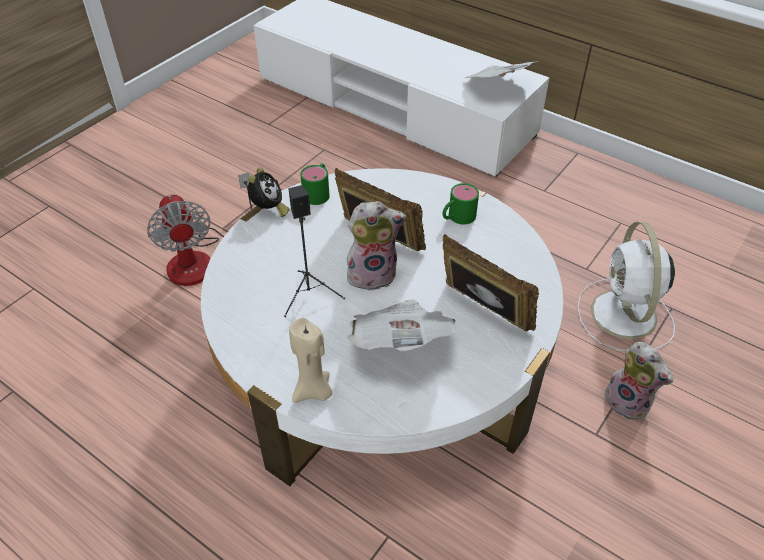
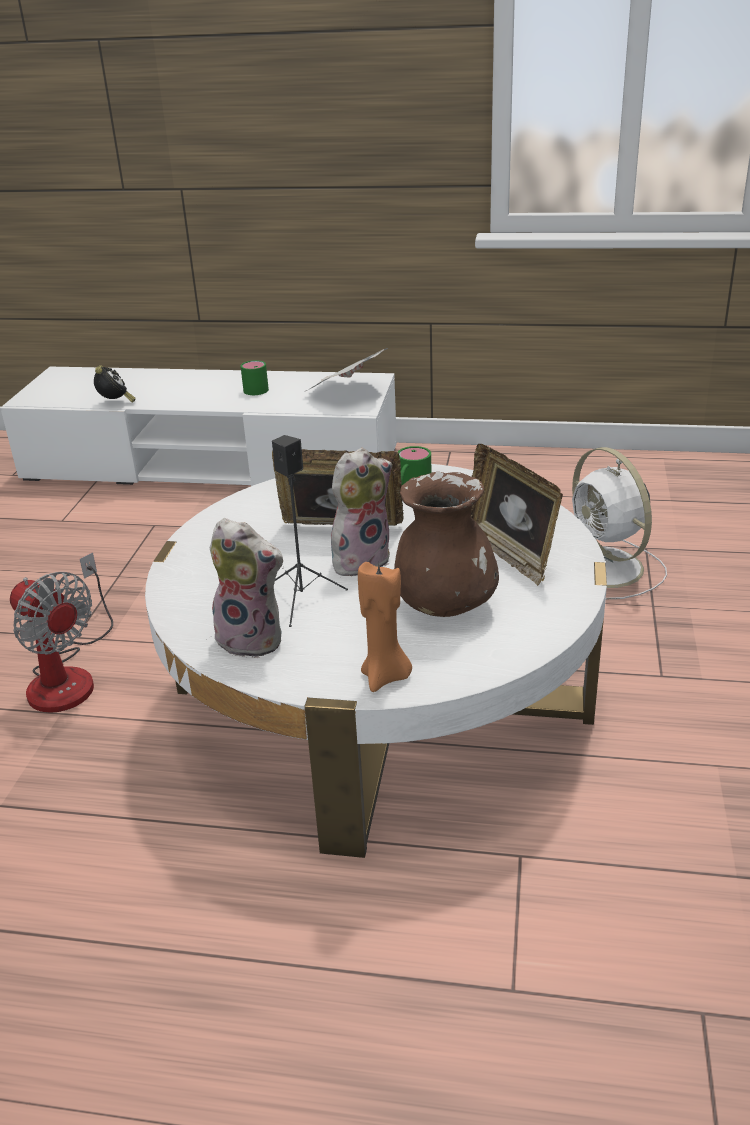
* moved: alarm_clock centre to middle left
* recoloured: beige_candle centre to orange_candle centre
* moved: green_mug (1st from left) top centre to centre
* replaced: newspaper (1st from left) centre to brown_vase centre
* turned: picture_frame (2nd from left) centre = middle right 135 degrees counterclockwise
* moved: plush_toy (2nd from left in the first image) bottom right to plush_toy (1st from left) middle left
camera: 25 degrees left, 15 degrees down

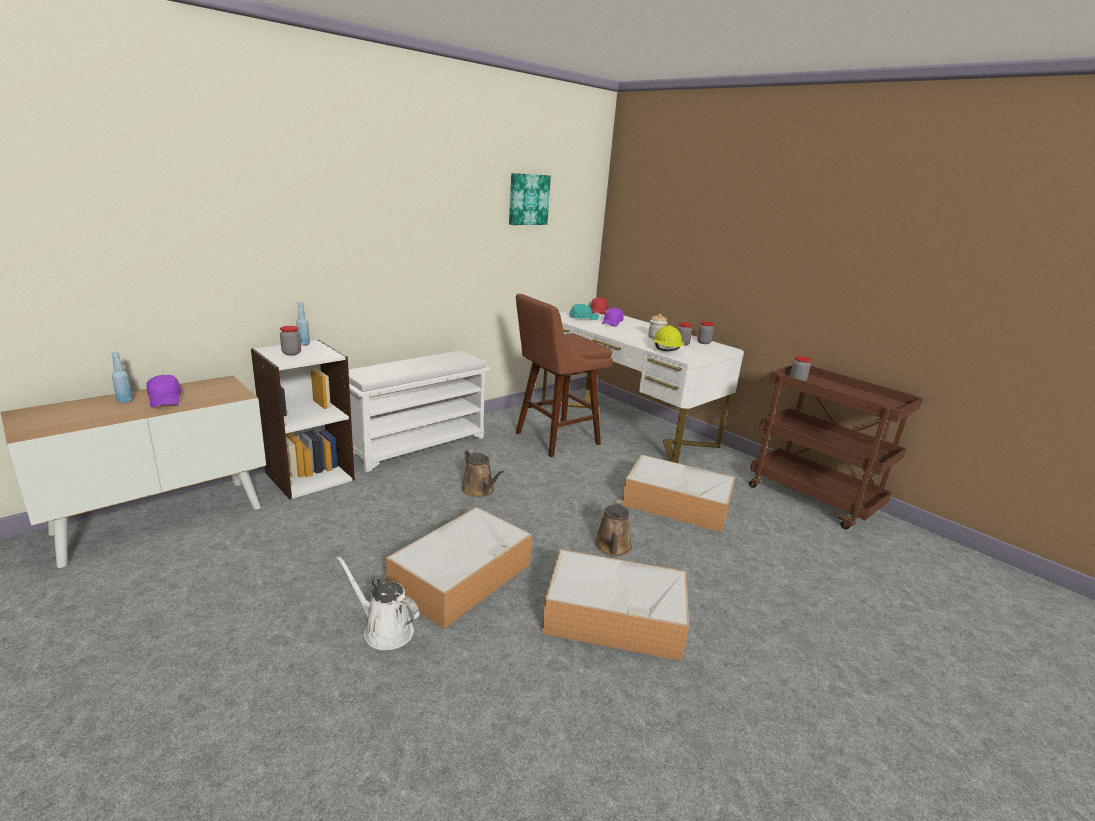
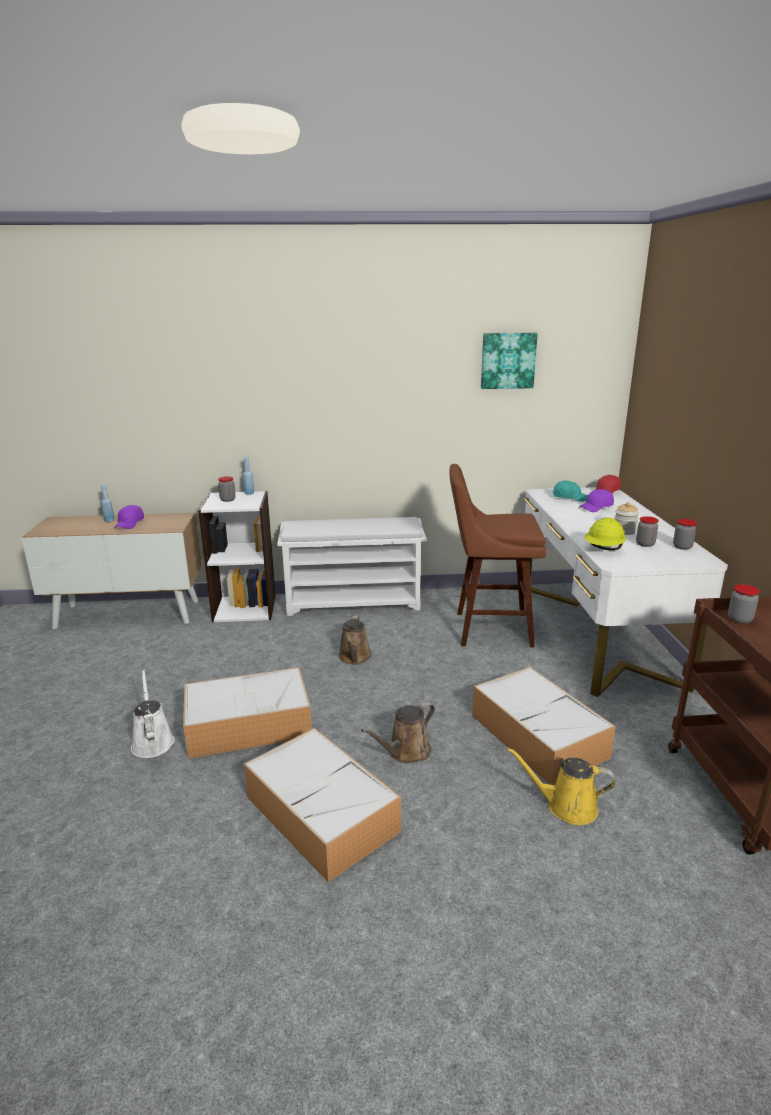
* added: yellow_watering_can bottom right
camera: 40 degrees right, 0 degrees up

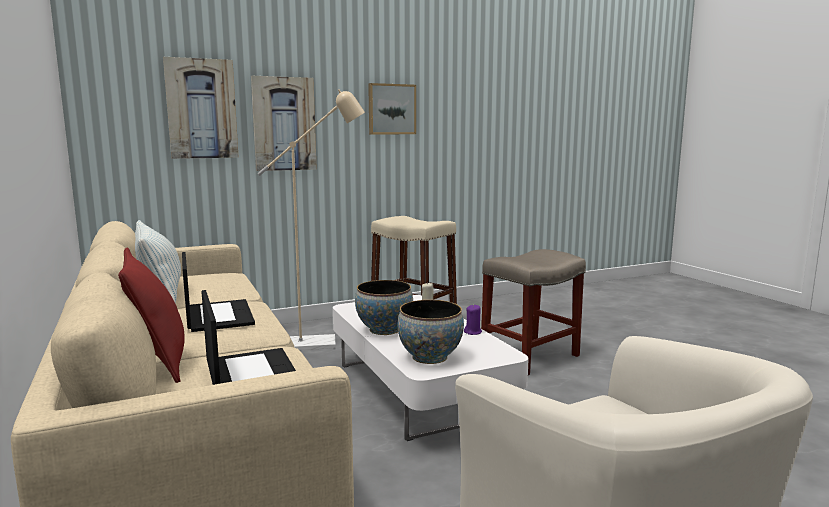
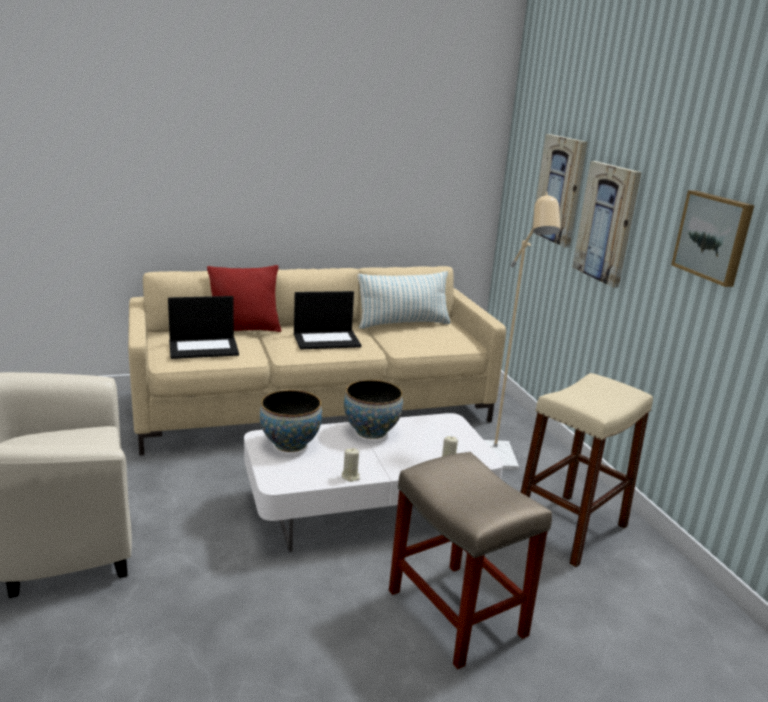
* recoloured: purple_candle centre to beige_candle (1st from left) centre
camera: 95 degrees right, 10 degrees up

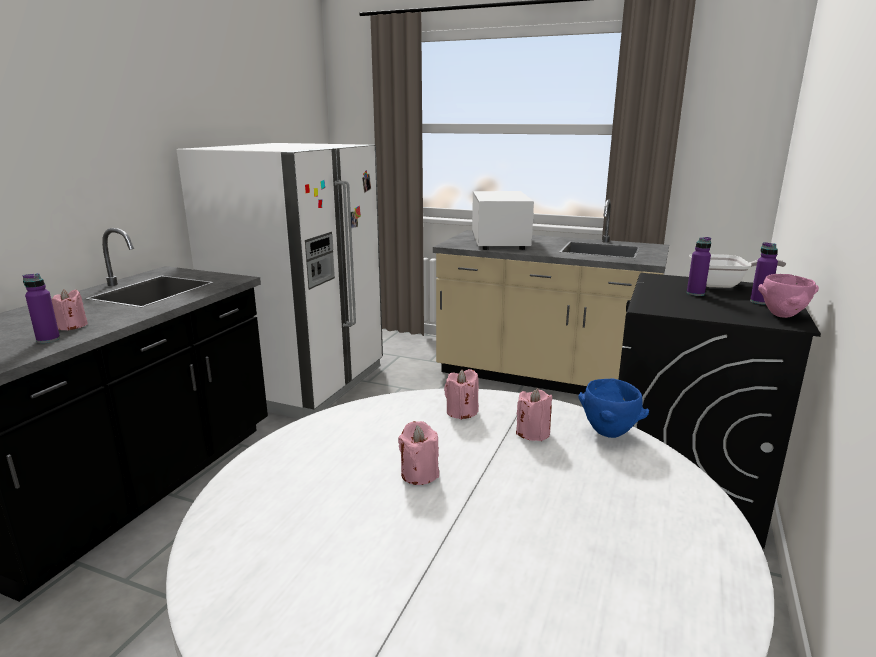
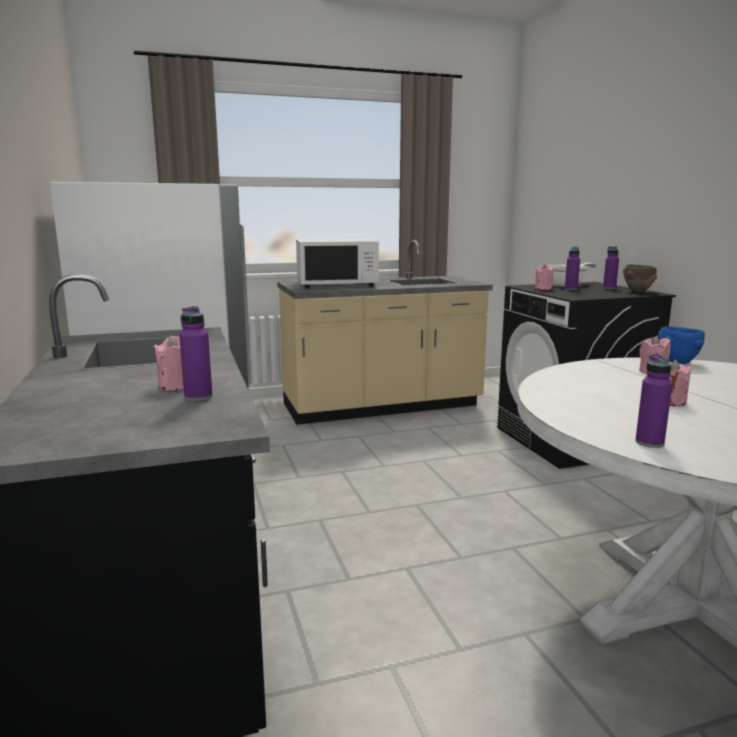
* moved: pink_candle (3rd from left in the first image) centre to pink_candle (2nd from left) middle right
* turned: white_microwave centre = centre 120 degrees clockwise
* recoloured: pink_bowl middle right to brown_bowl middle right
* added: purple_bottle (4th from left) middle right
camera: 40 degrees left, 5 degrees down

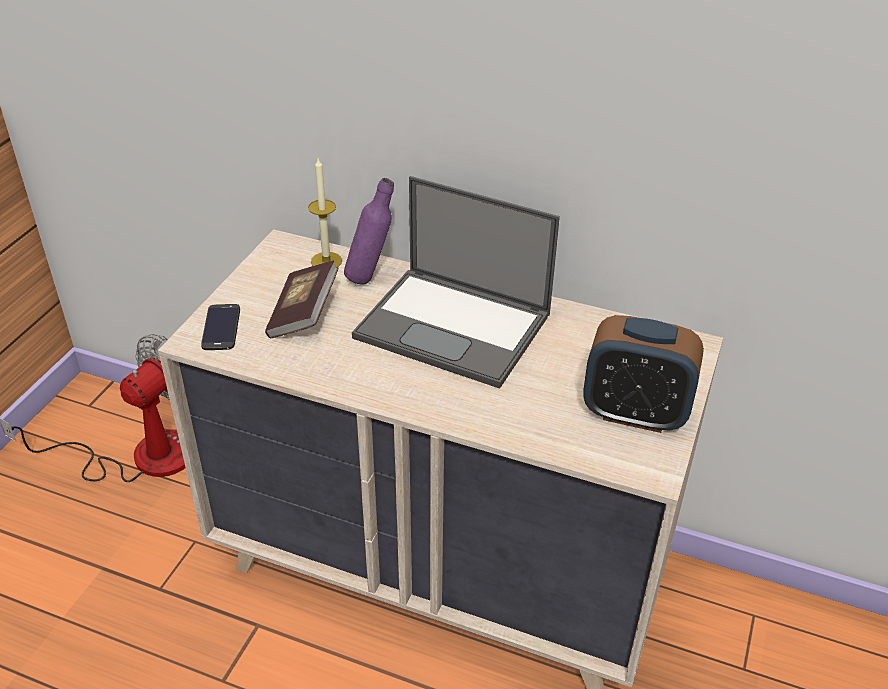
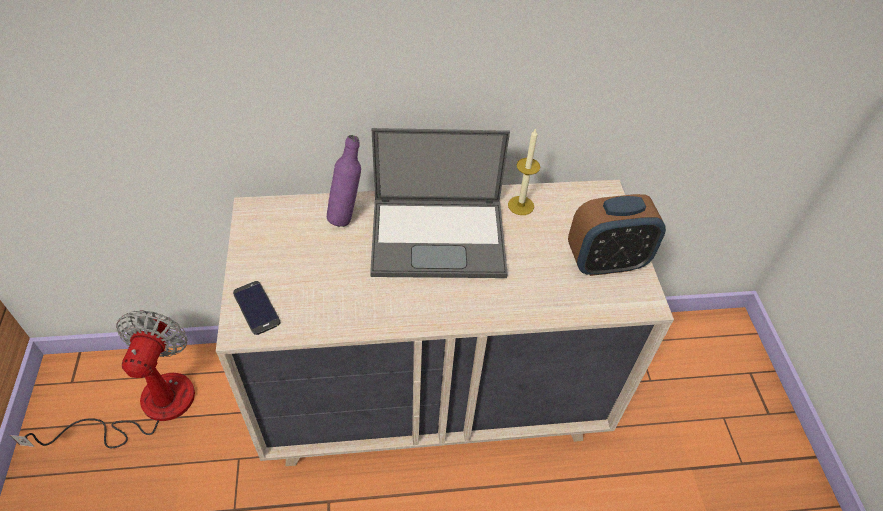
* removed: book centre
* moved: candle top centre to centre
camera: 30 degrees left, 10 degrees up

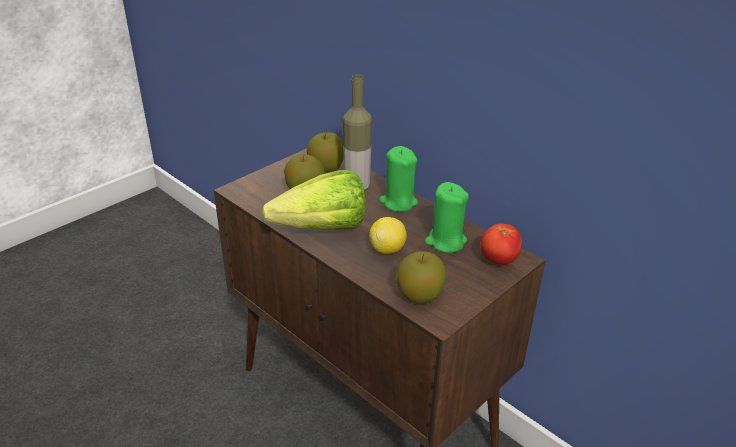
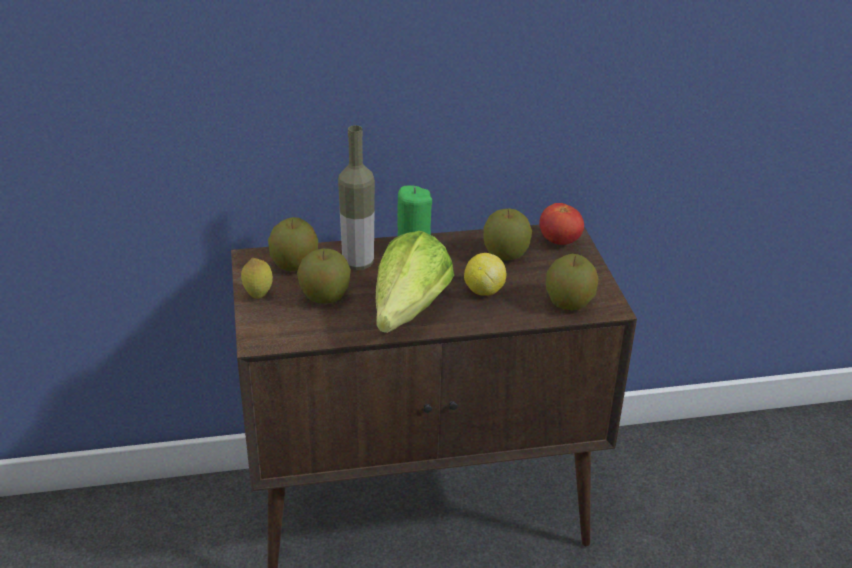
* replaced: green_candle (2nd from left) centre to apple (3rd from left) centre
* added: lemon (1st from left) middle left
camera: 55 degrees left, 0 degrees up

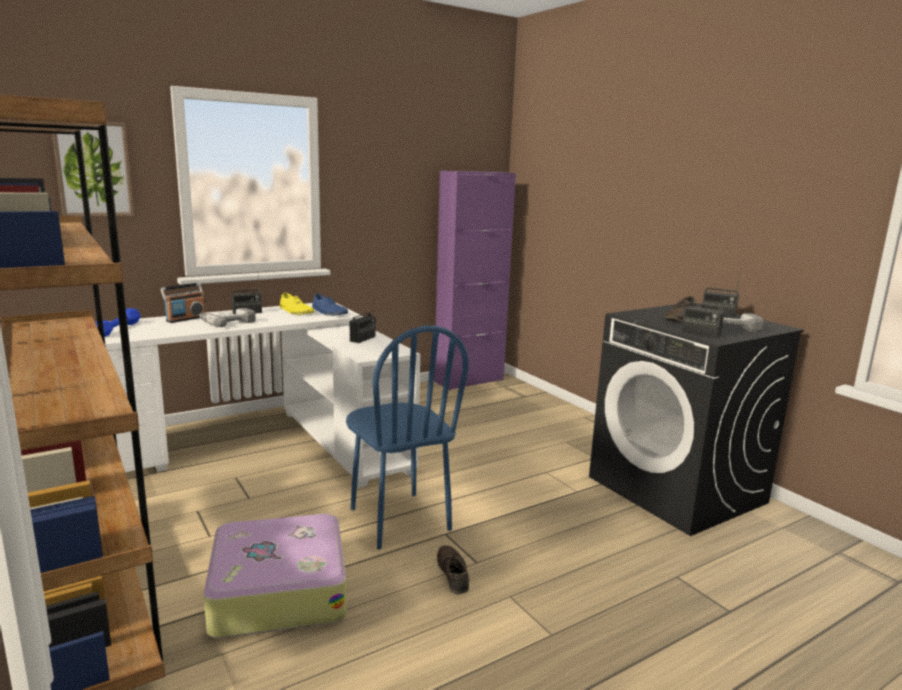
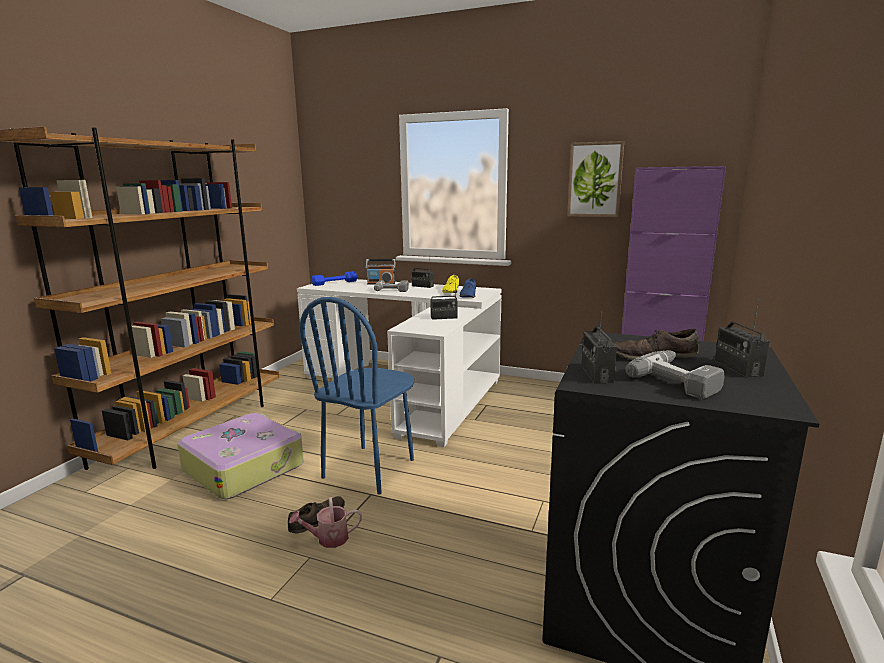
* moved: picture top left to top right
* added: watering_can bottom centre
camera: 55 degrees right, 0 degrees up

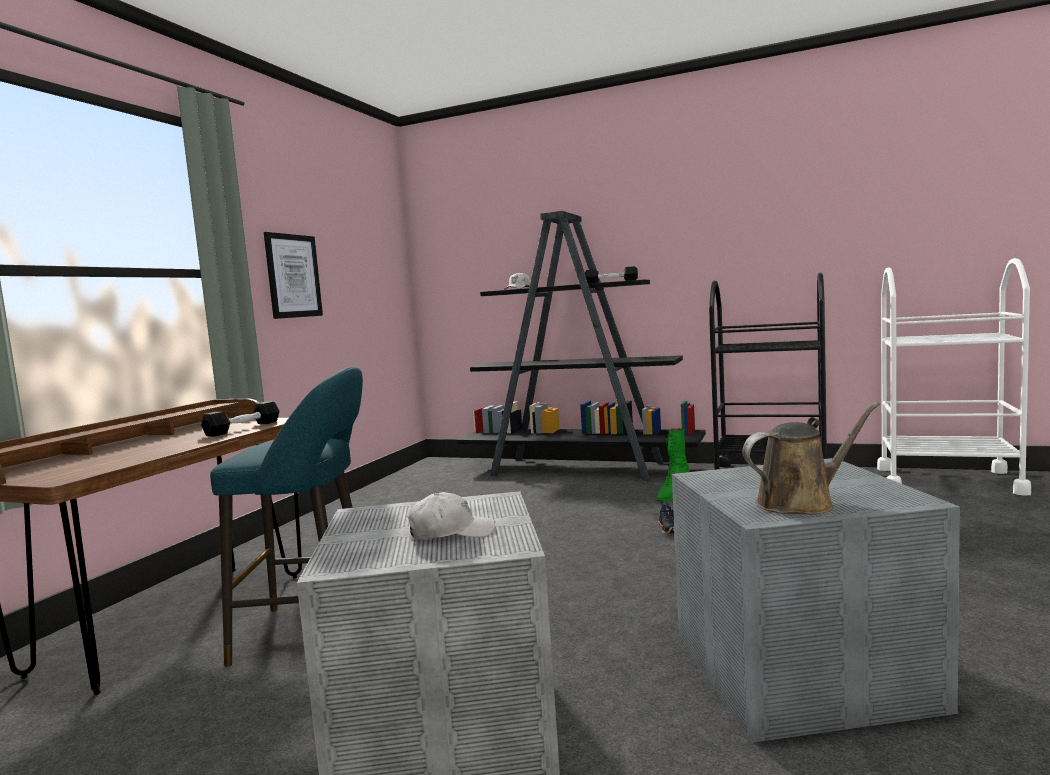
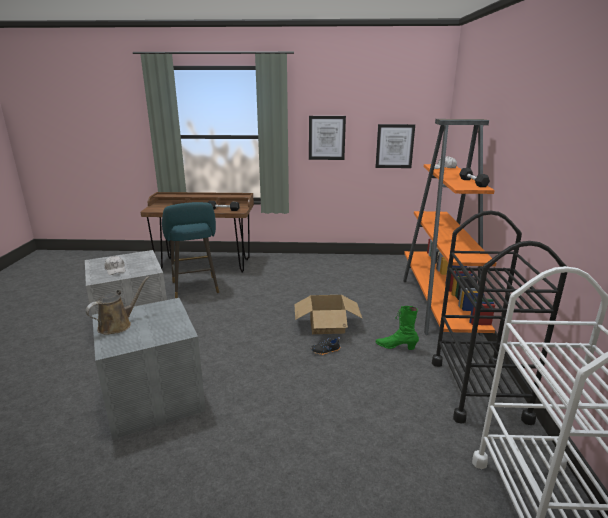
* recoloured: black_bookcase centre to orange_bookcase middle right
* turned: brown_watering_can middle right = middle left 105 degrees counterclockwise
* added: cardboard_box centre
* added: picture (2nd from left) top centre
camera: 70 degrees right, 15 degrees up

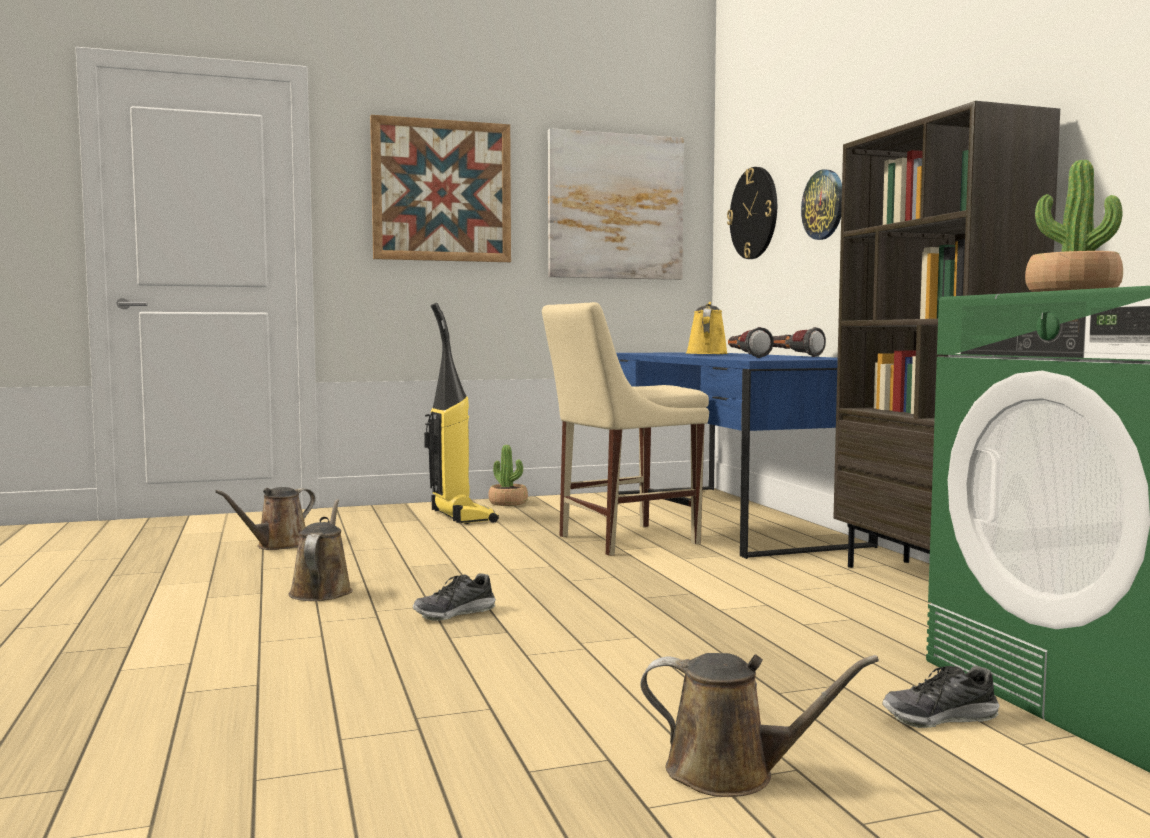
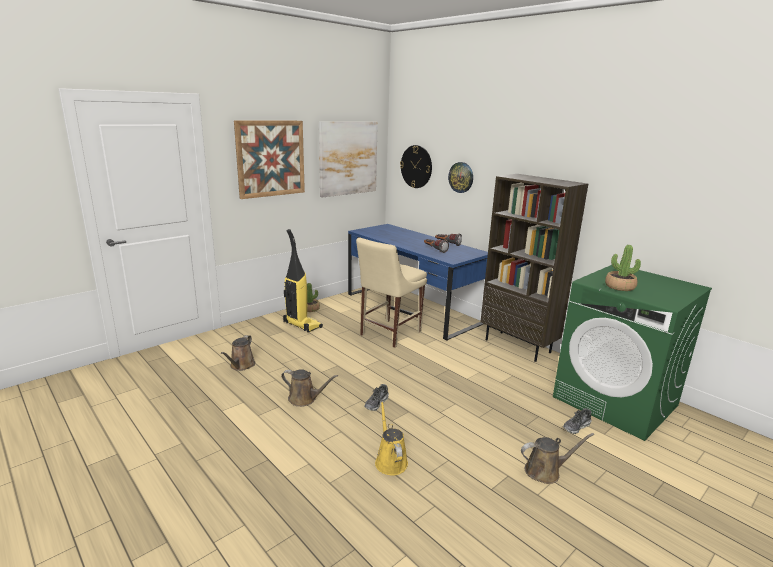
* turned: brown_watering_can (2nd from left) middle left = bottom centre 135 degrees clockwise
* moved: yellow_watering_can centre to bottom centre
camera: 25 degrees left, 15 degrees up

